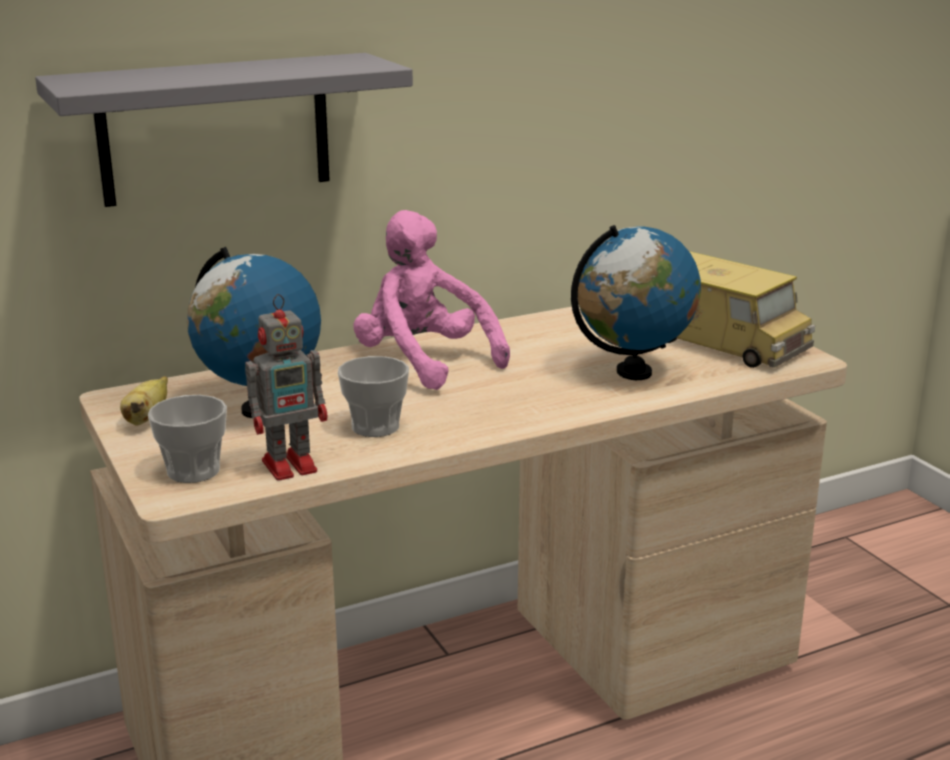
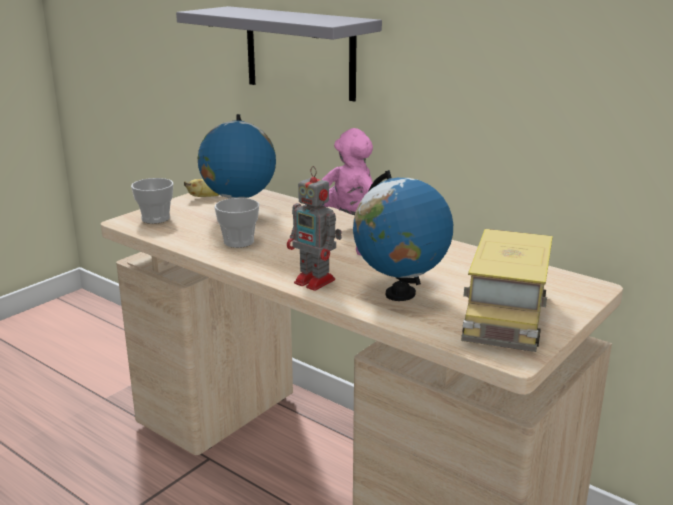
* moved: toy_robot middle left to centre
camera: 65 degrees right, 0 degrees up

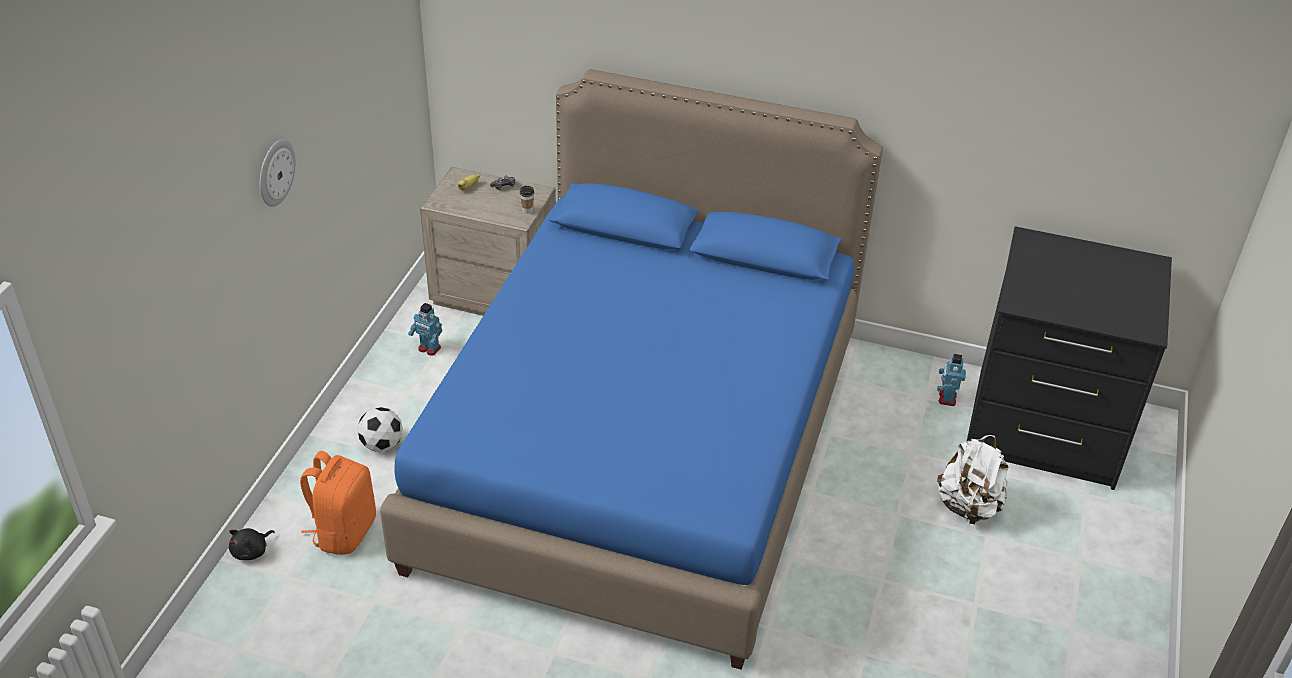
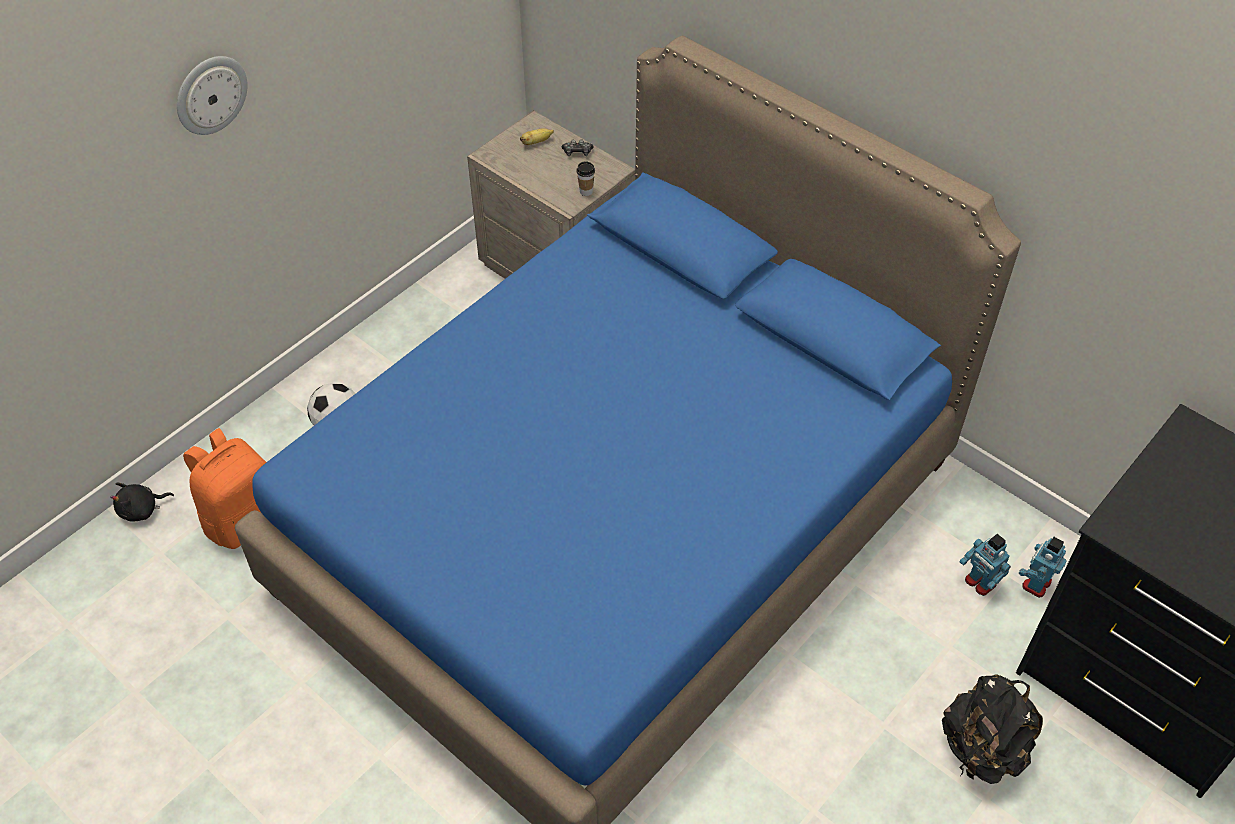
* moved: toy_robot (1st from left) middle left to bottom right
* recoloured: white_backpack bottom right to black_backpack bottom right
camera: 25 degrees right, 10 degrees up

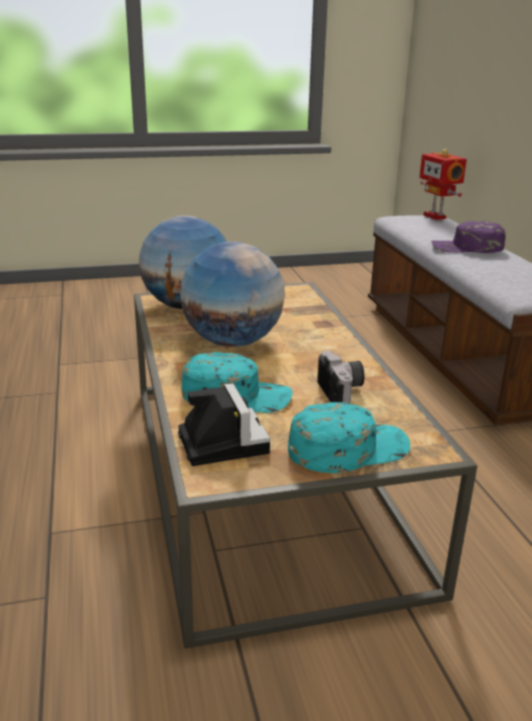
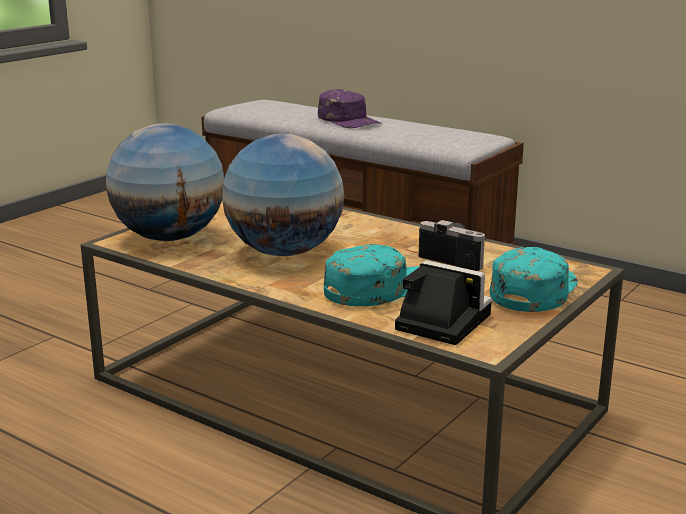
* removed: toy_robot top right
* turned: purple_cap top right = top centre 90 degrees counterclockwise
camera: 40 degrees left, 5 degrees down

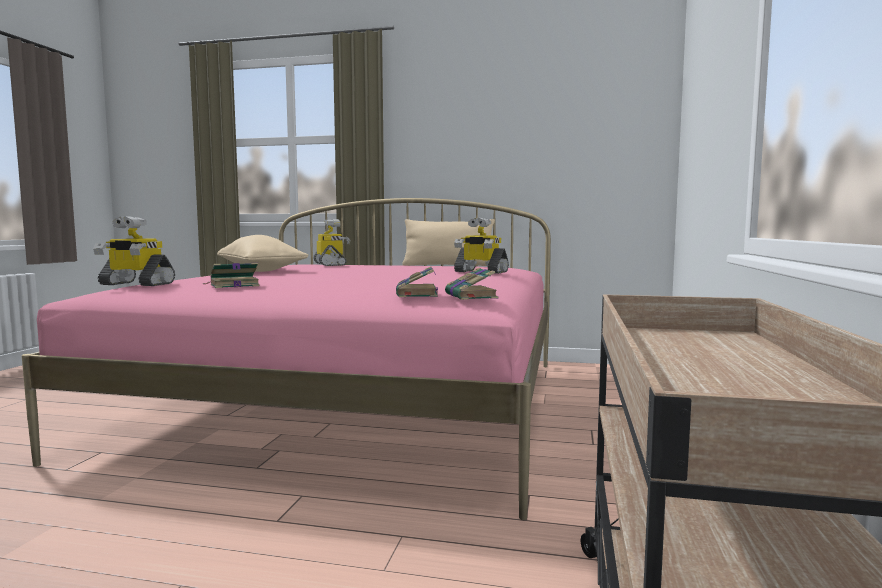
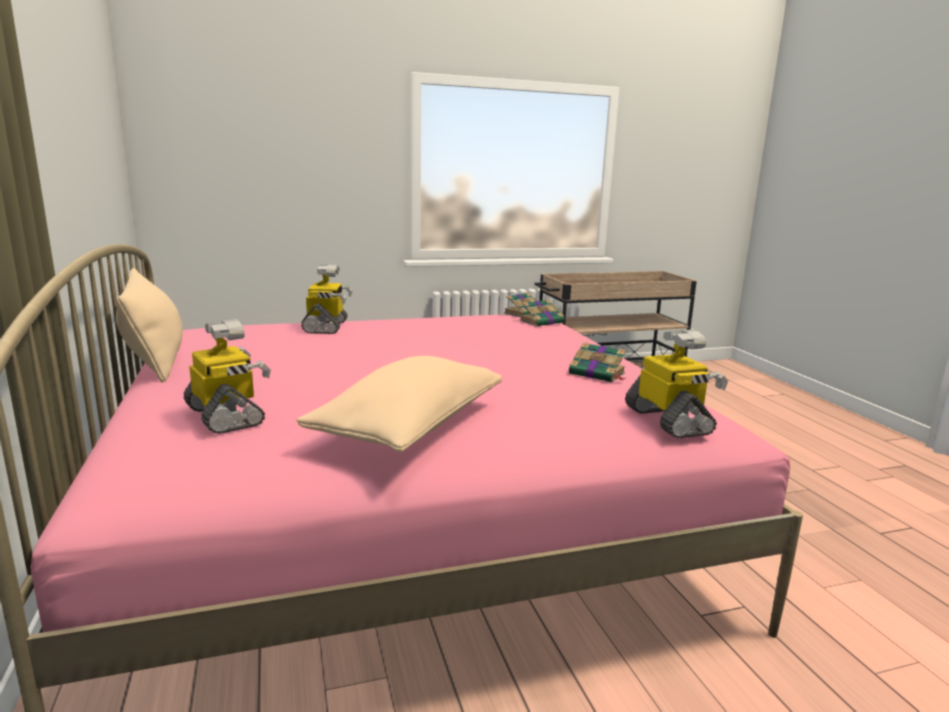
* turned: toy_robot (2nd from left in the first image) centre = middle left 105 degrees clockwise
camera: 120 degrees left, 10 degrees up

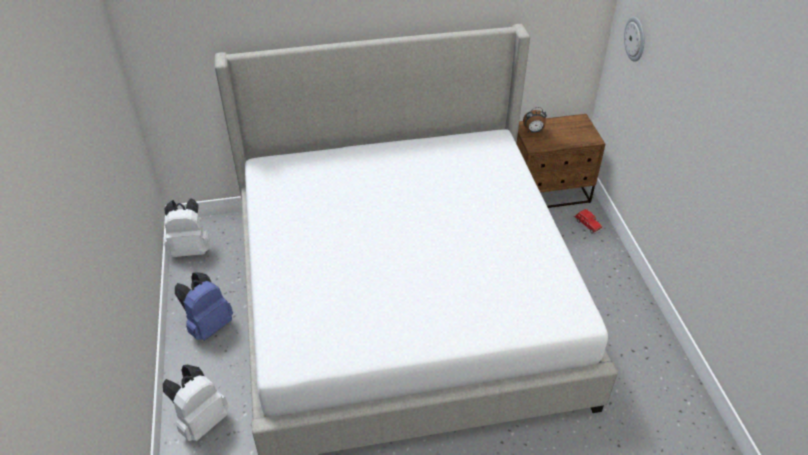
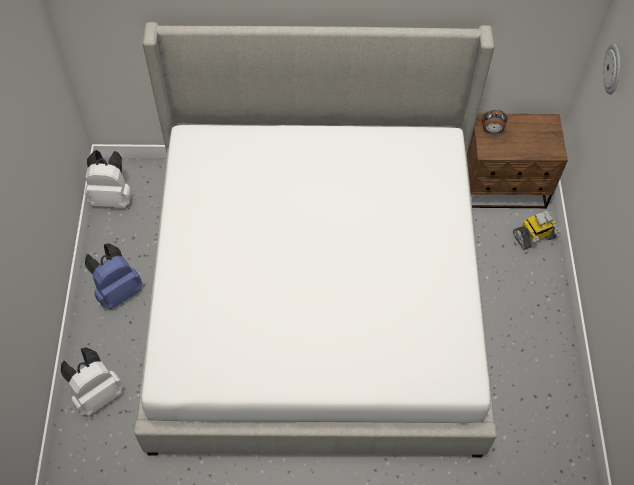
* replaced: red_toy_car middle right to toy_robot middle right
camera: 10 degrees right, 15 degrees up

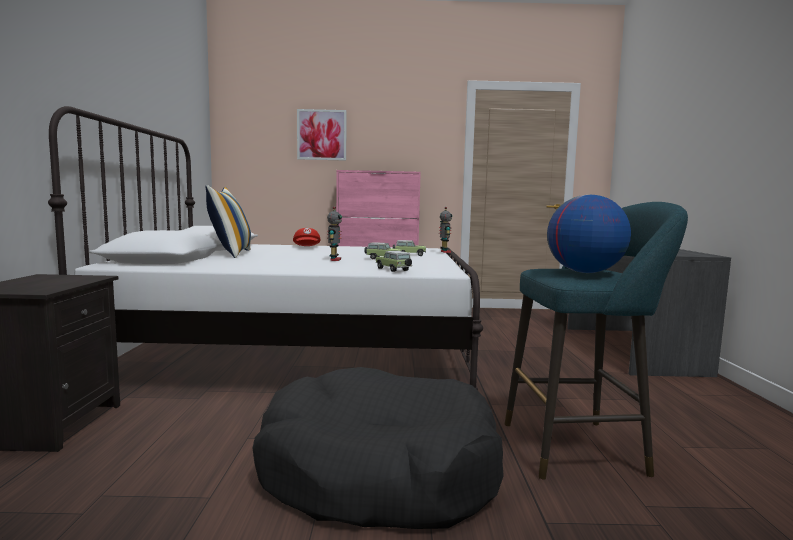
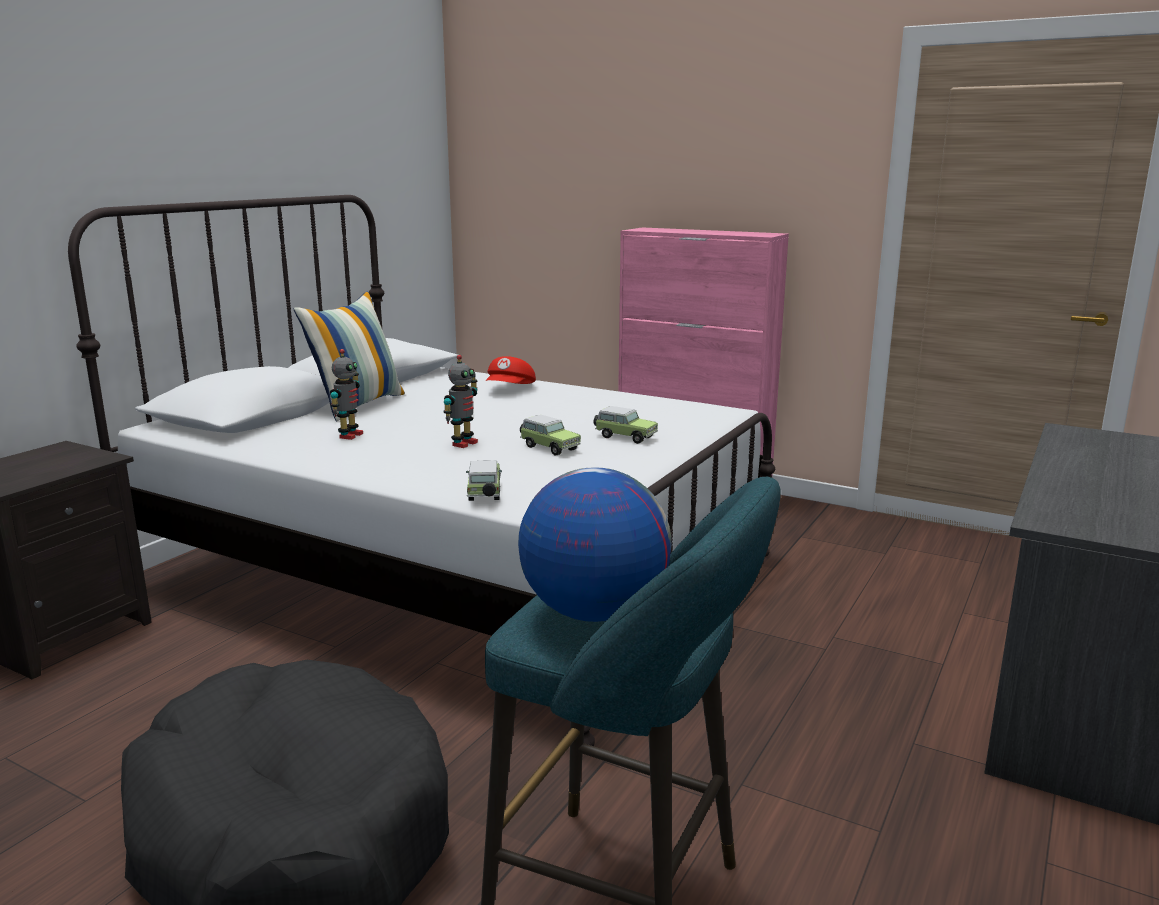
* removed: picture top centre
* moved: toy_robot (2nd from left in the first image) centre to toy_robot (1st from left) middle left
camera: 30 degrees right, 10 degrees up

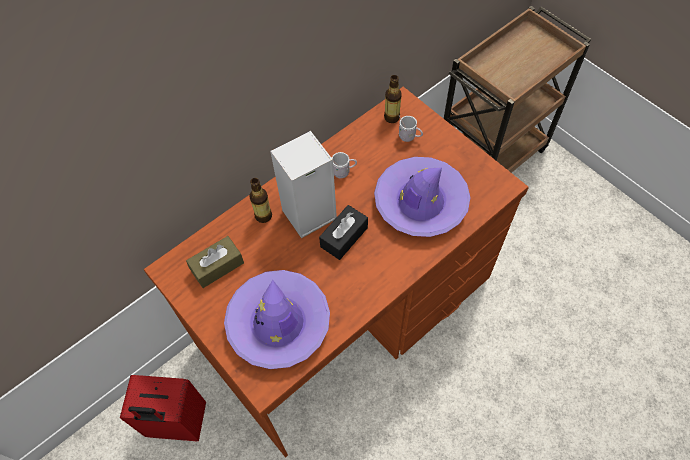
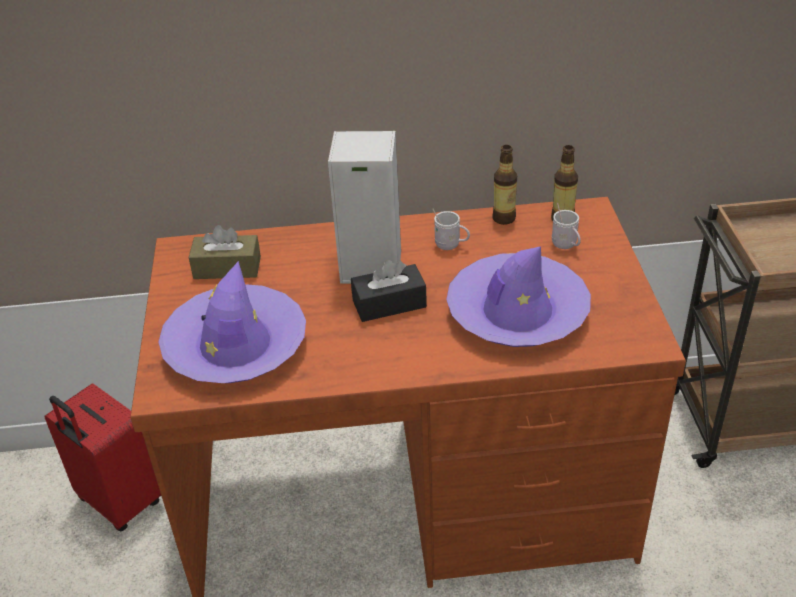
* moved: bottle (1st from left) centre to top centre
camera: 35 degrees right, 20 degrees down

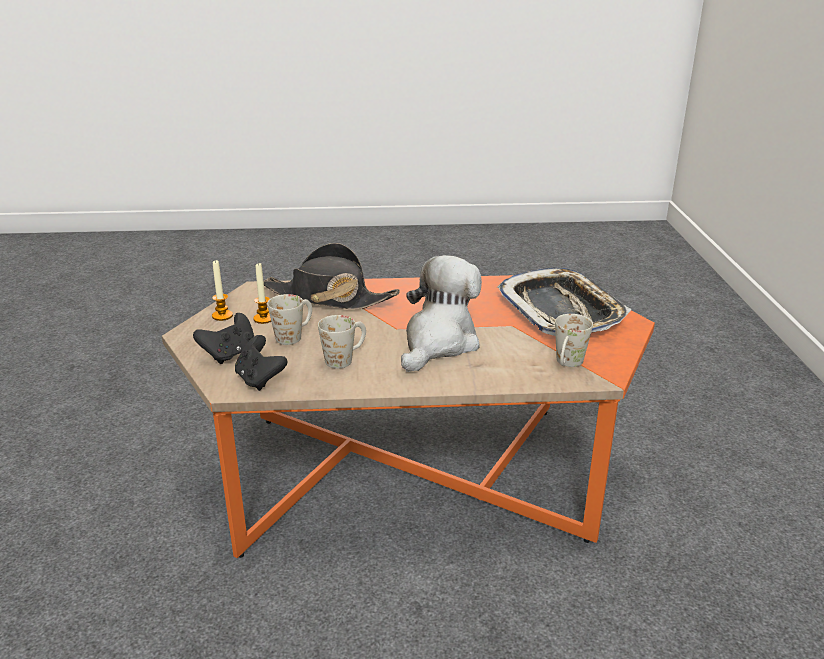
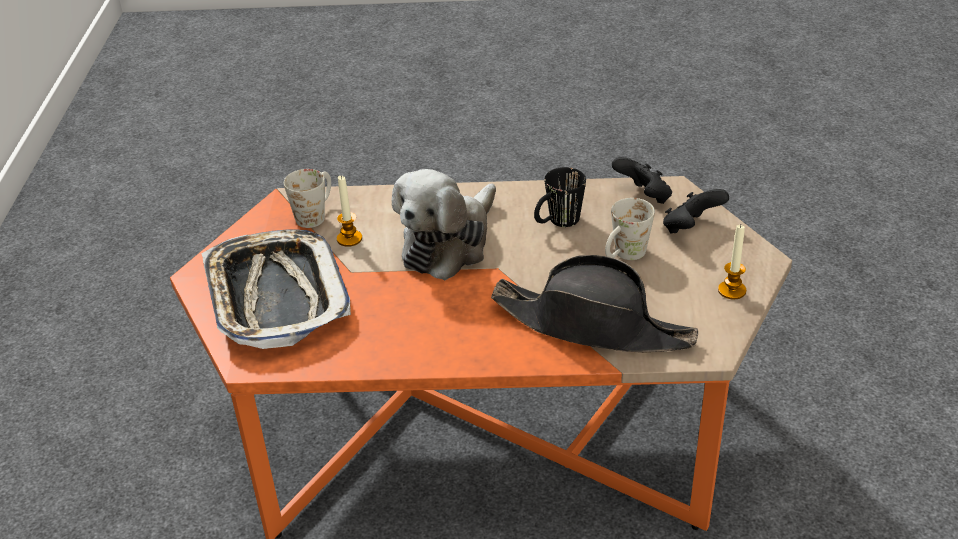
* moved: candle (2nd from left in the first image) middle left to candle (1st from left) centre
* recoloured: white_mug (2nd from left) centre to black_mug centre
camera: 175 degrees left, 10 degrees up

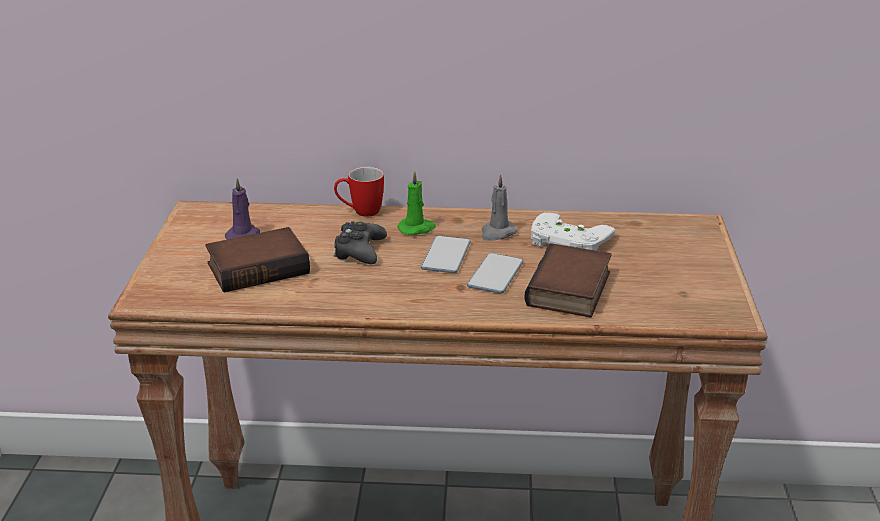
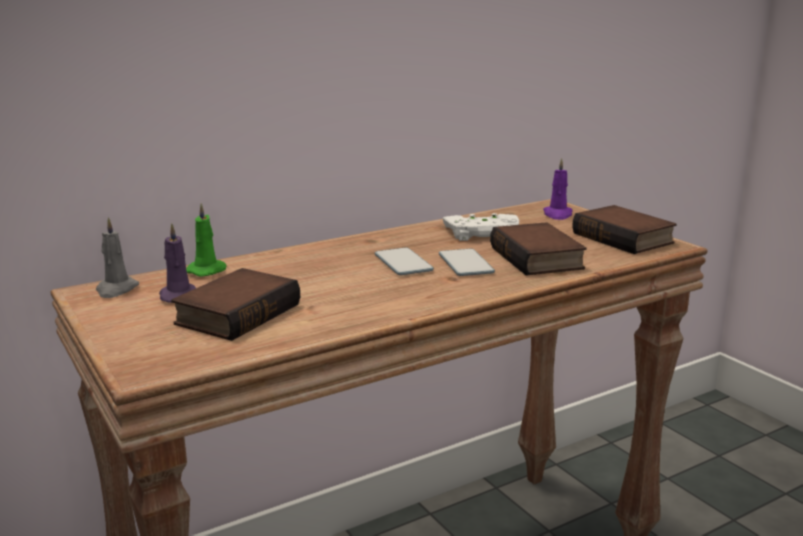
* removed: mug centre
* removed: black_game_controller centre
* moved: green_candle centre to middle left
* moved: grey_candle centre to middle left
* added: purple_candle (2nd from left) middle right
* added: book (3rd from left) middle right
camera: 35 degrees left, 10 degrees down

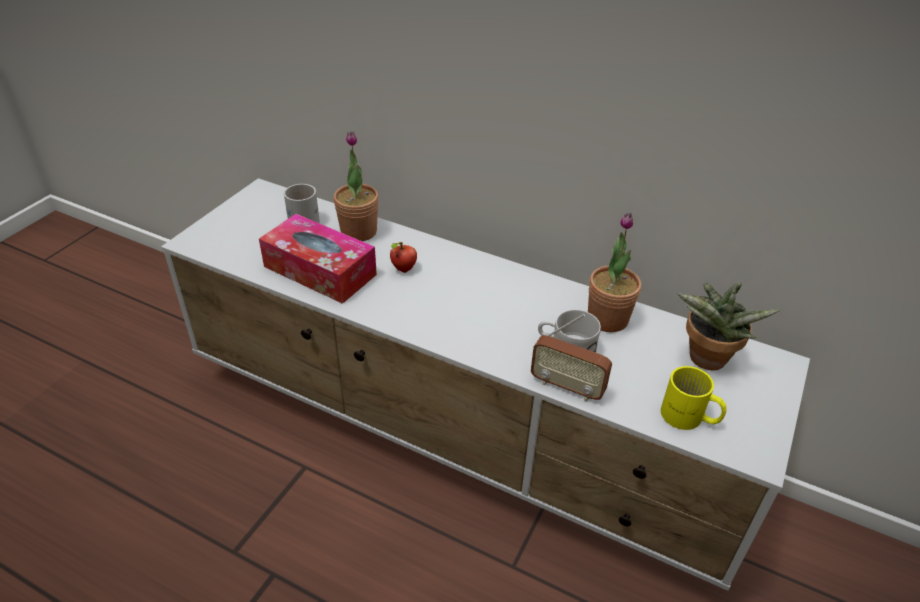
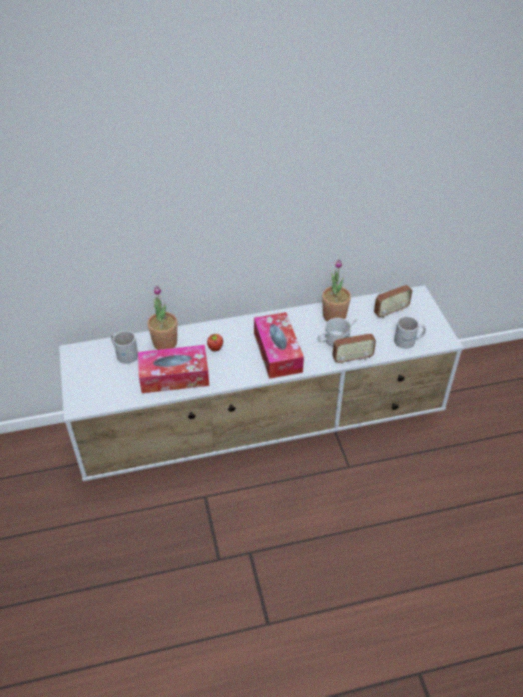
* recoloured: yellow_mug middle right to white_mug (3rd from left) middle right
* replaced: potted_plant (3rd from left) middle right to radio (2nd from left) middle right
* added: tissue_box (2nd from left) centre
camera: 40 degrees left, 5 degrees up

